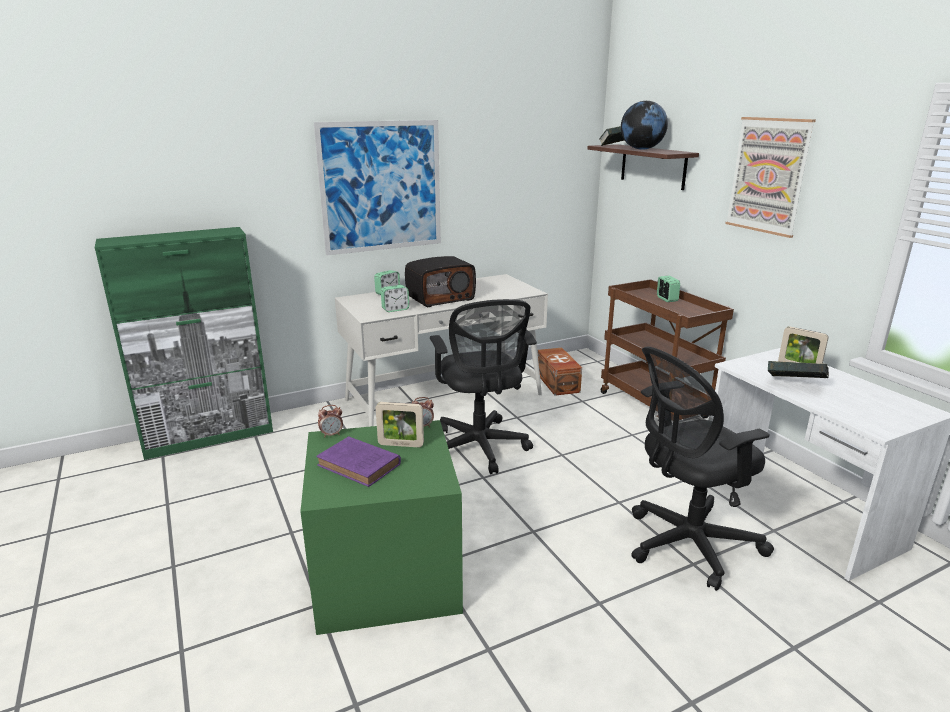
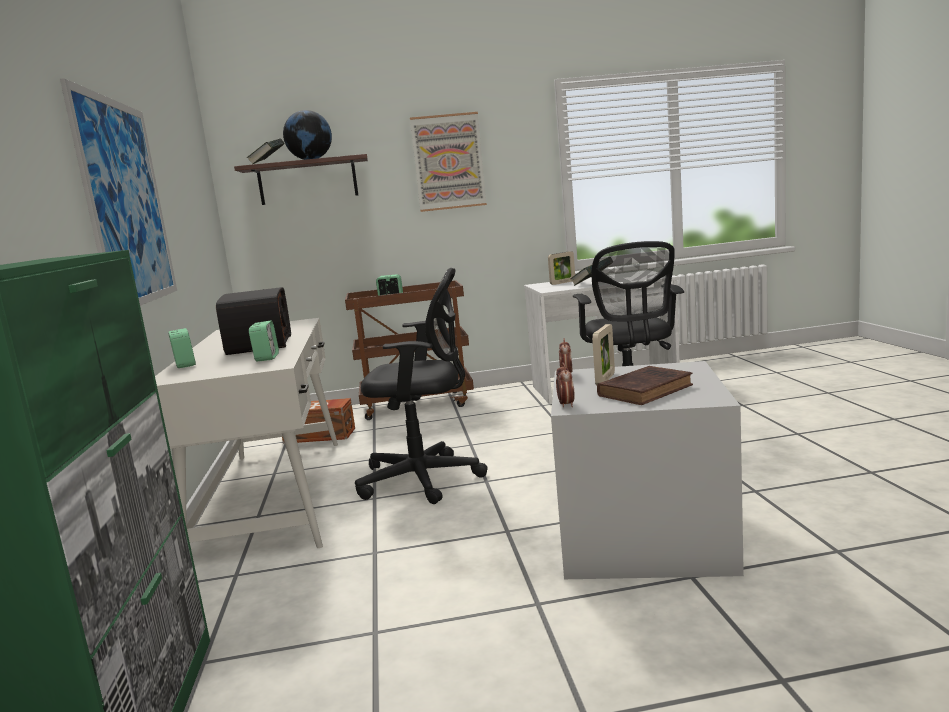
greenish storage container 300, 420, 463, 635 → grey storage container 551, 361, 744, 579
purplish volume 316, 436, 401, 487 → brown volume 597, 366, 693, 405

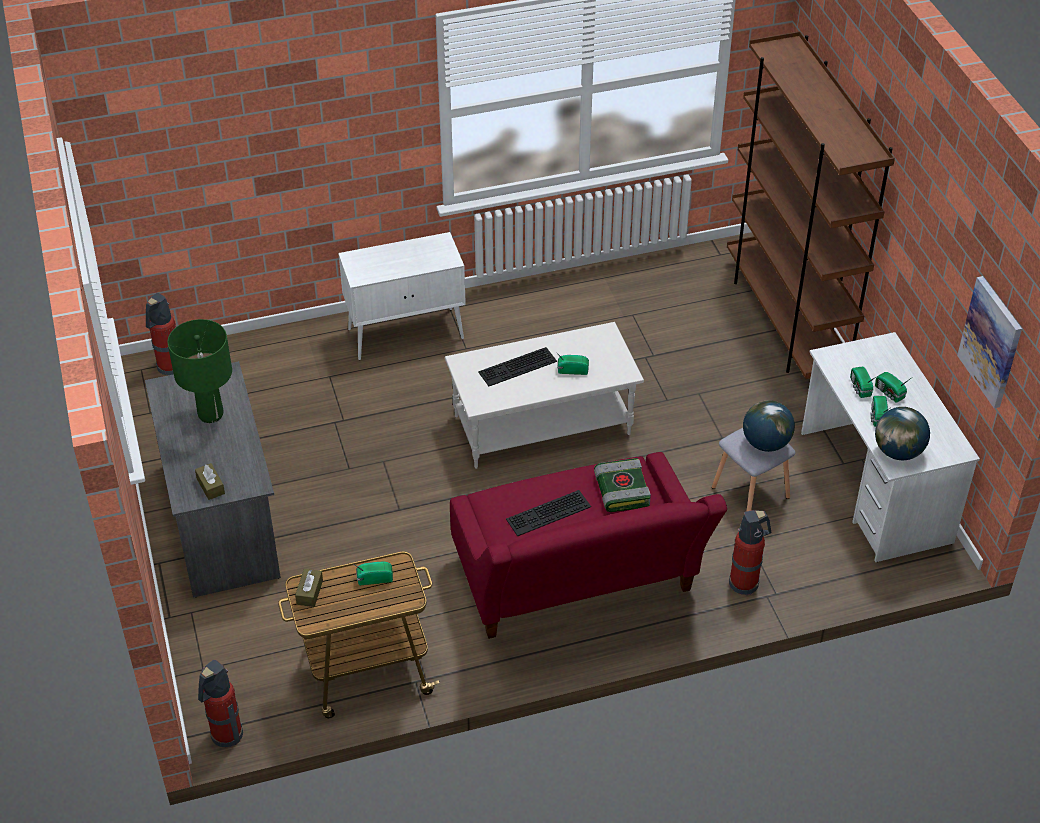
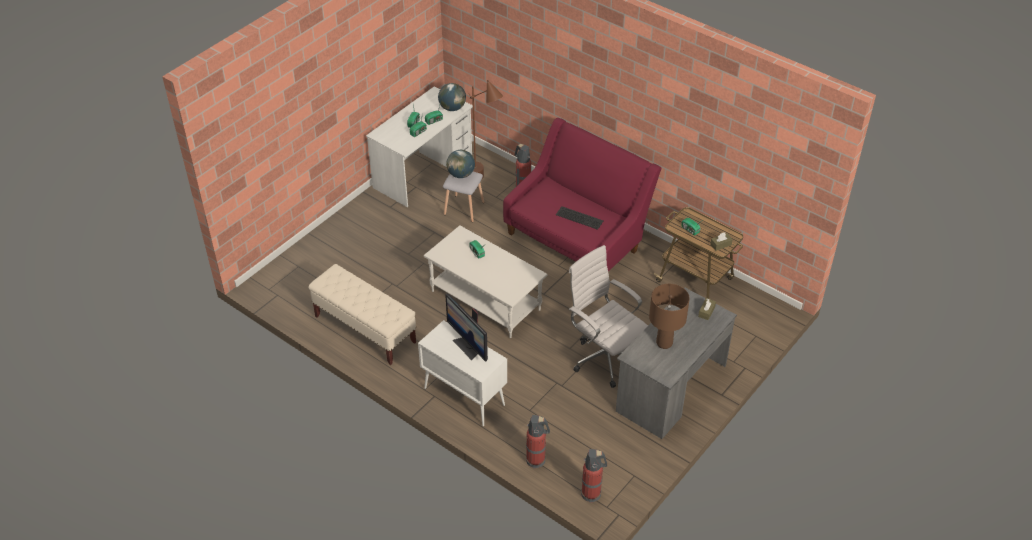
brown shelving unit 727, 31, 895, 379 → -
wall picture 957, 276, 1022, 408 → -
greenish tabletop lamp 167, 319, 232, 423 → brown tabletop lamp 649, 284, 690, 349
computer keyboard 478, 347, 557, 386 → -
volume 594, 458, 651, 512 → -
fire-fighting cylinder 198, 660, 243, 747 → fire-fighting cylinder 526, 415, 550, 469, shifted
- → brown floor lamp 469, 80, 503, 180
- → white-coloured desk chair 569, 245, 648, 388
- → sand-coloured indoor bench 309, 264, 416, 365
- → computer screen 445, 294, 488, 362

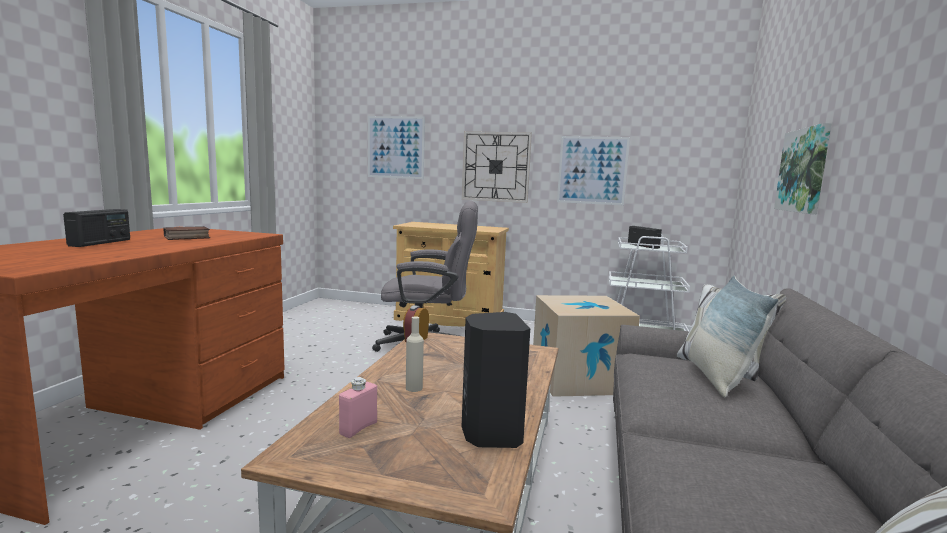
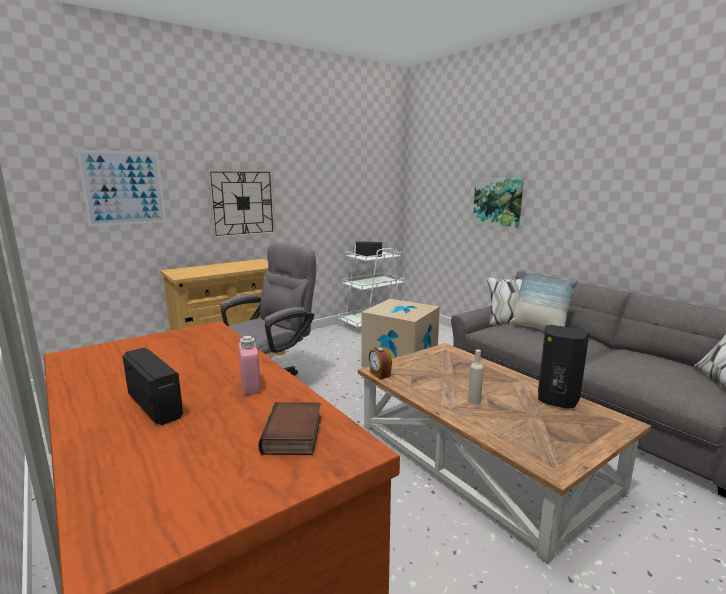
wall picture 557, 136, 630, 205 → -
volume 164, 226, 210, 240 → volume 258, 402, 321, 455, shifted
pink beverage bottle 339, 377, 377, 438 → pink beverage bottle 238, 336, 261, 395, shifted

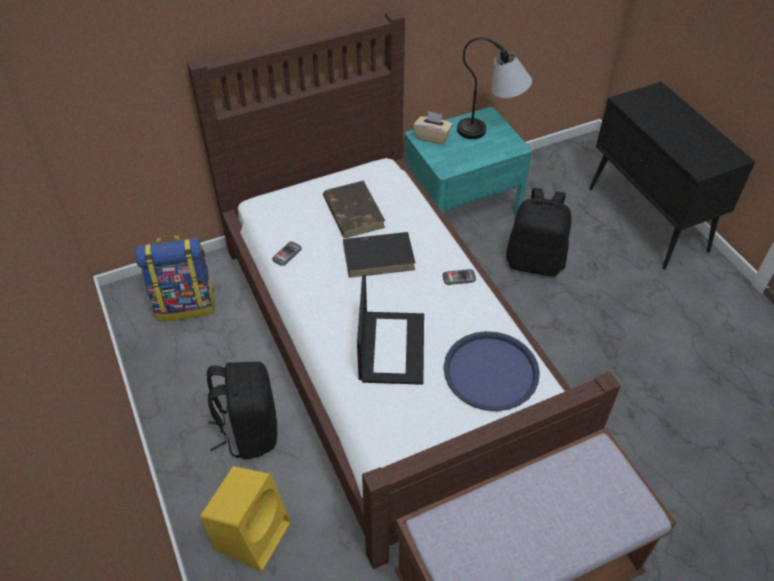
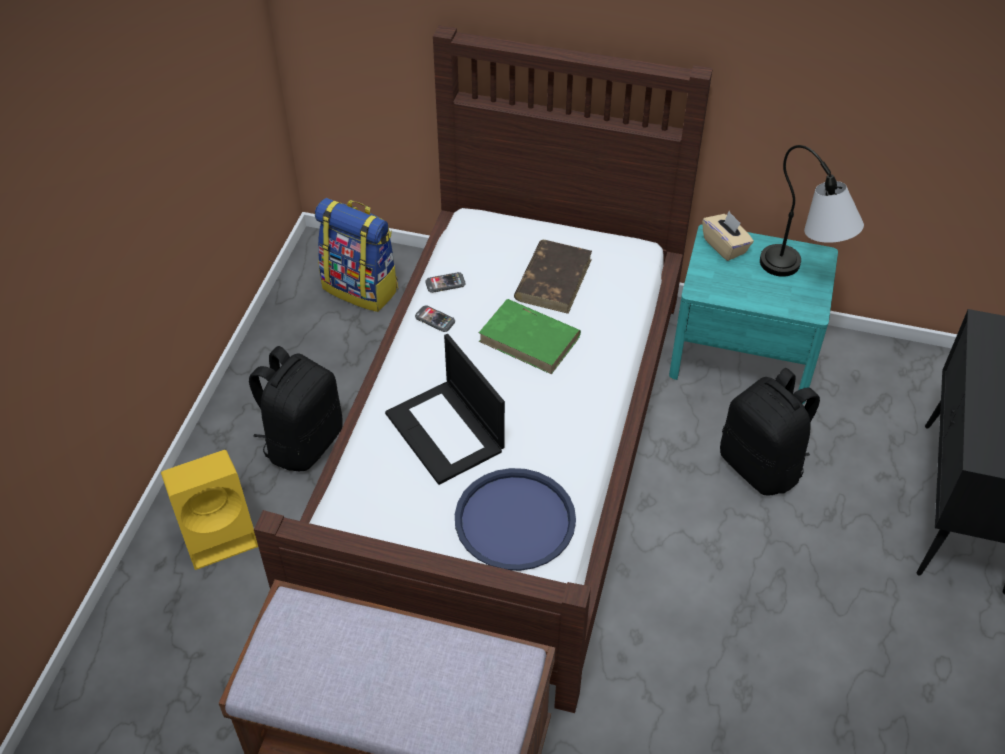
blackish volume 343, 232, 415, 278 → greenish volume 479, 299, 581, 374
telephone 442, 269, 476, 285 → telephone 415, 305, 455, 332, shifted
portable computer 357, 274, 424, 385 → portable computer 385, 334, 505, 485, 105 degrees clockwise

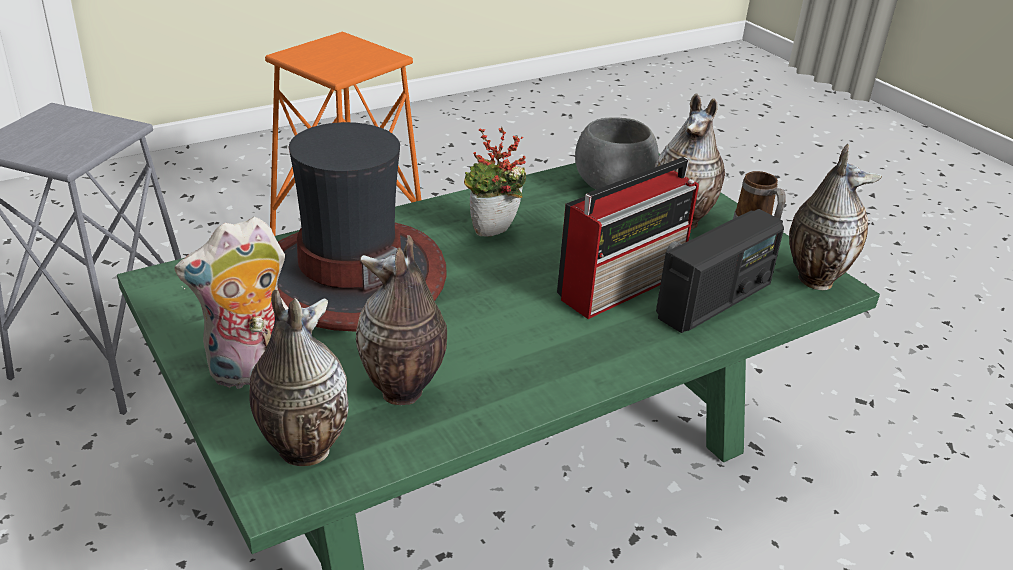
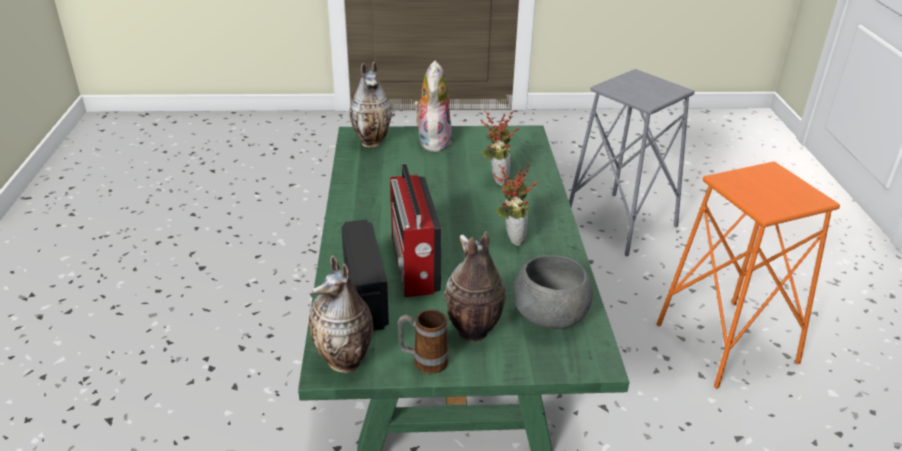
hat 277, 122, 447, 331 → plant in a pot 480, 110, 519, 186
flower vase 356, 235, 447, 405 → -

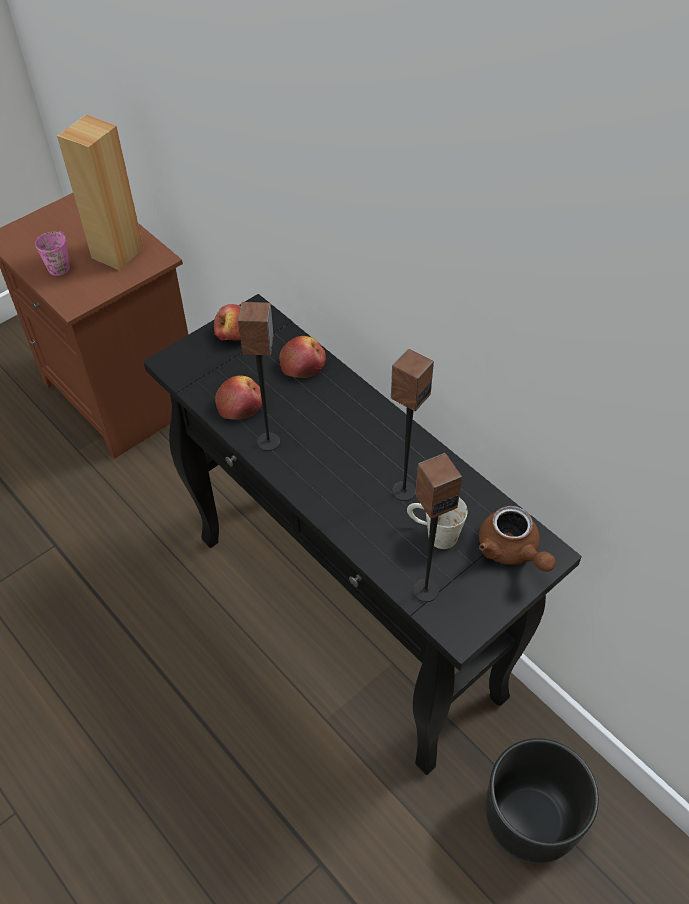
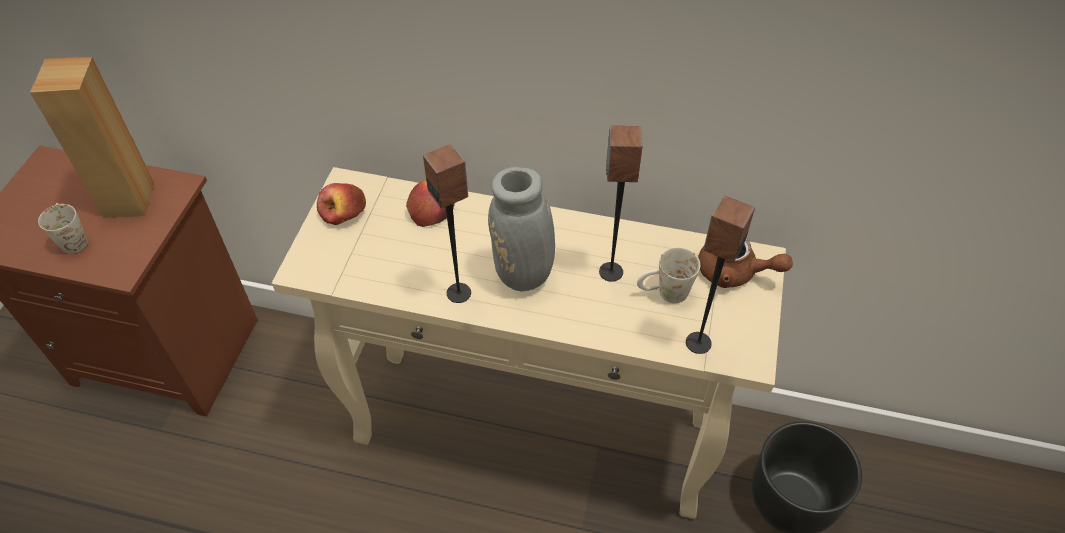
pink coffee mug 35, 231, 70, 276 → white-coloured coffee mug 38, 203, 88, 254
blackish console table 143, 294, 582, 775 → sand-coloured console table 272, 167, 786, 519
whole apple 215, 375, 262, 420 → -
- → grey flower vase 488, 167, 628, 291

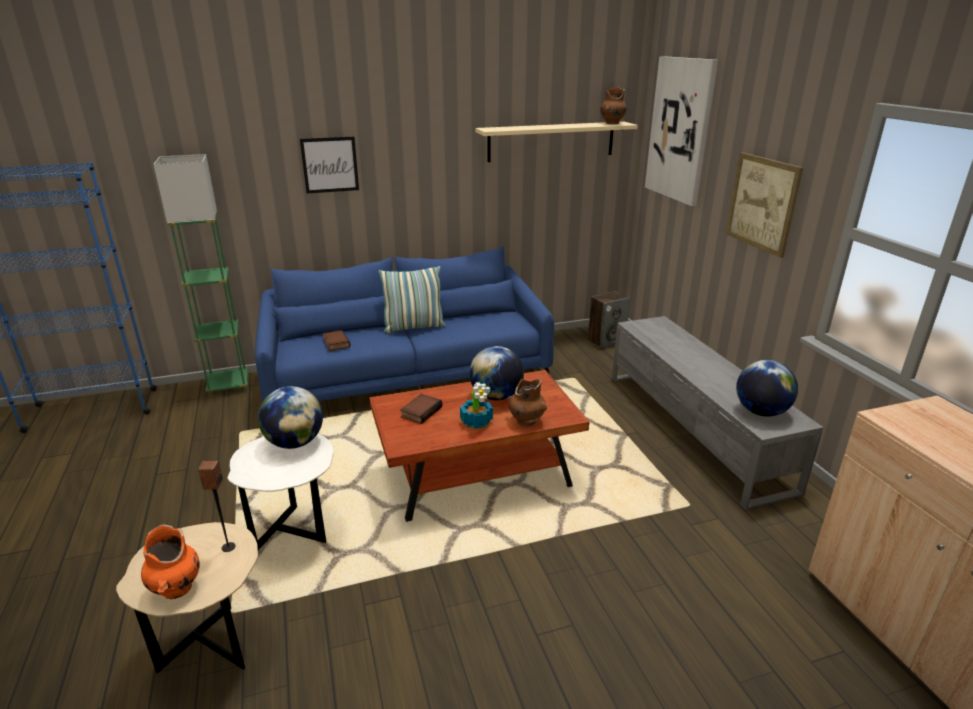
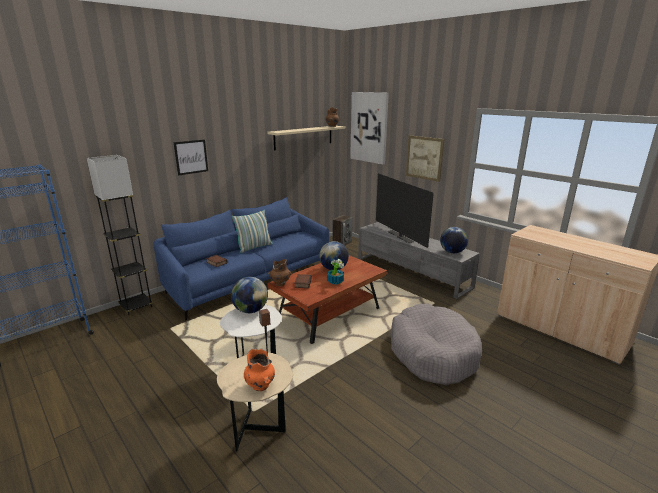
greenish floor lamp 154, 154, 248, 397 → grey floor lamp 87, 155, 153, 315
brown flower vase 507, 379, 547, 426 → brown flower vase 268, 259, 292, 286, shifted
- → TV set 376, 173, 434, 248
- → grey dog cushion 390, 304, 482, 385

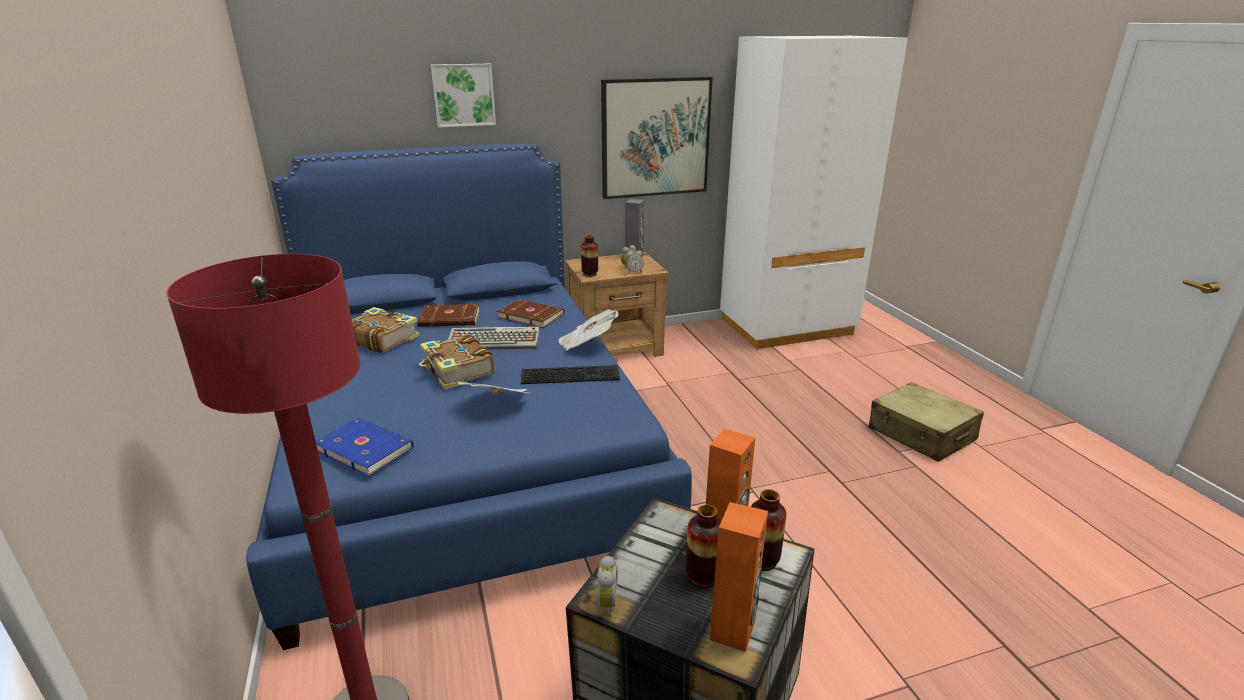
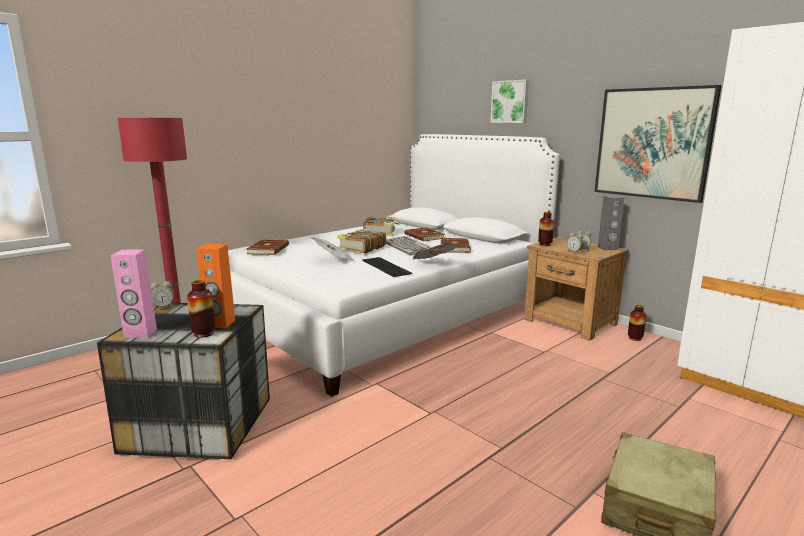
blue bedroom bed 246, 143, 692, 650 → white-coloured bedroom bed 228, 134, 560, 397
blue volume 316, 418, 414, 477 → brown volume 246, 239, 289, 255
orange speaker 710, 502, 768, 652 → pink speaker 110, 249, 157, 338
flower vase 686, 504, 721, 588 → flower vase 628, 305, 647, 341, shifted

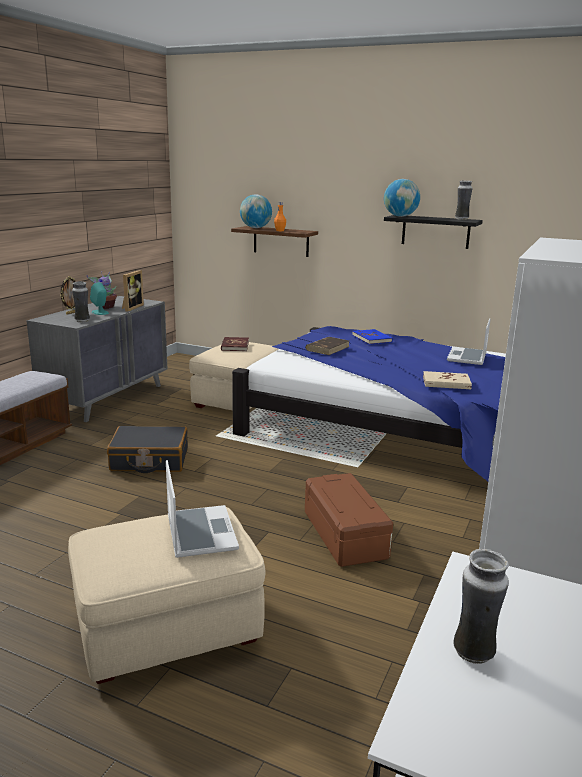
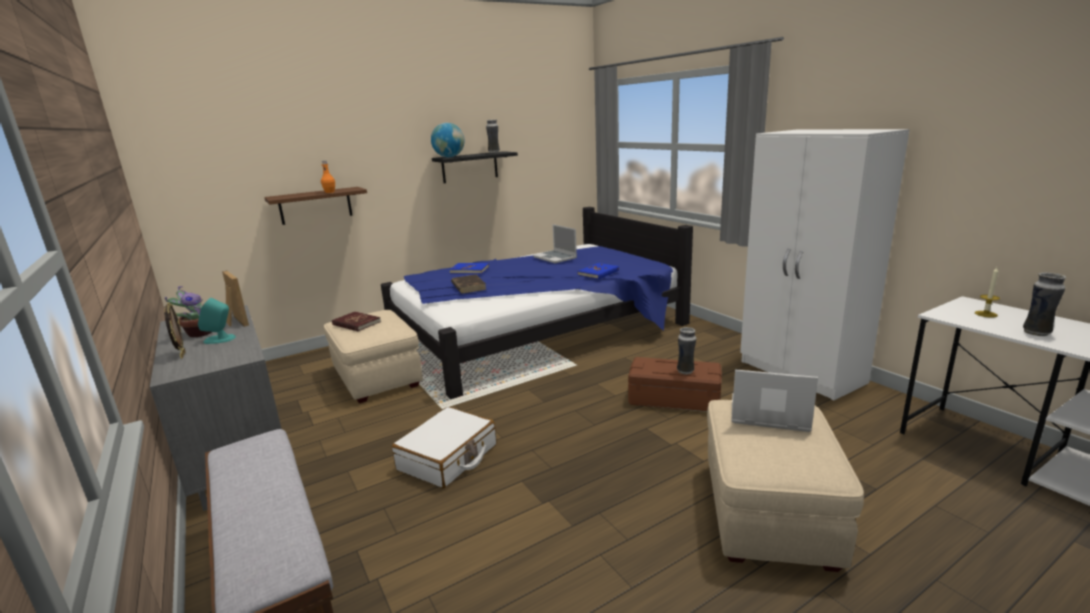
globe 240, 194, 272, 228 → -
flower vase 72, 282, 90, 323 → flower vase 677, 327, 696, 375, shifted
sand-coloured volume 423, 371, 472, 389 → blue volume 577, 263, 619, 279
blackish suitcase 107, 426, 188, 473 → white-coloured suitcase 392, 407, 496, 488
- → wax light 975, 267, 1000, 318

